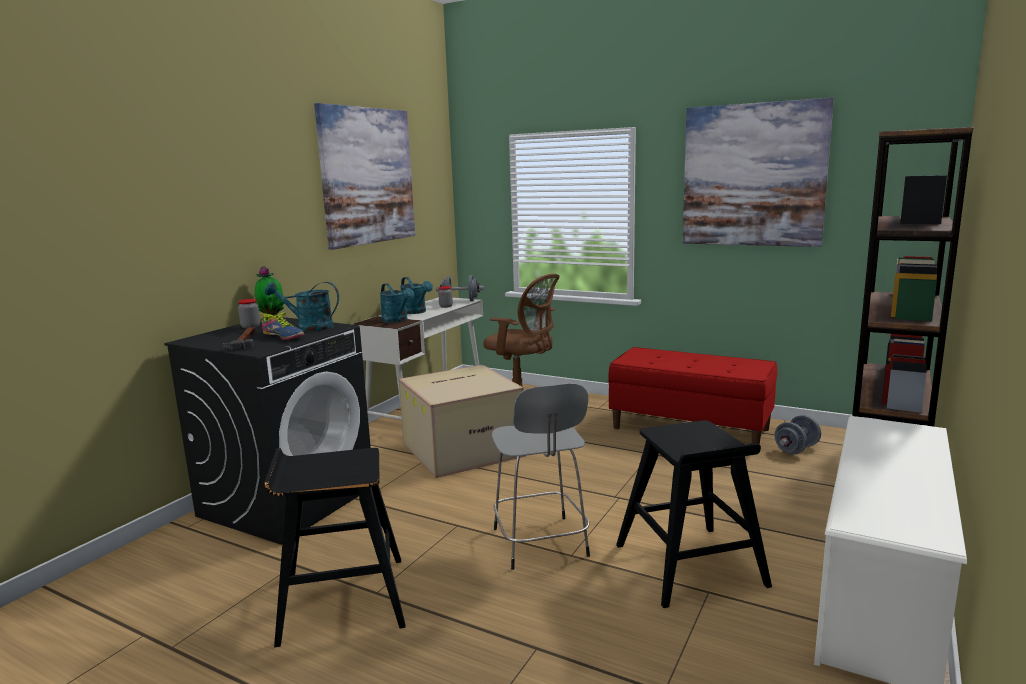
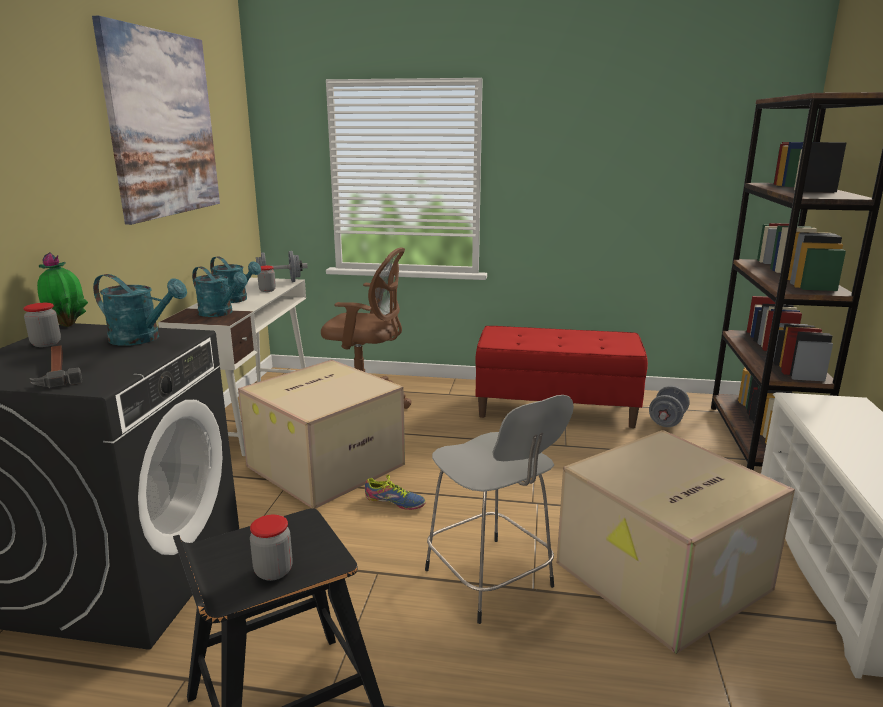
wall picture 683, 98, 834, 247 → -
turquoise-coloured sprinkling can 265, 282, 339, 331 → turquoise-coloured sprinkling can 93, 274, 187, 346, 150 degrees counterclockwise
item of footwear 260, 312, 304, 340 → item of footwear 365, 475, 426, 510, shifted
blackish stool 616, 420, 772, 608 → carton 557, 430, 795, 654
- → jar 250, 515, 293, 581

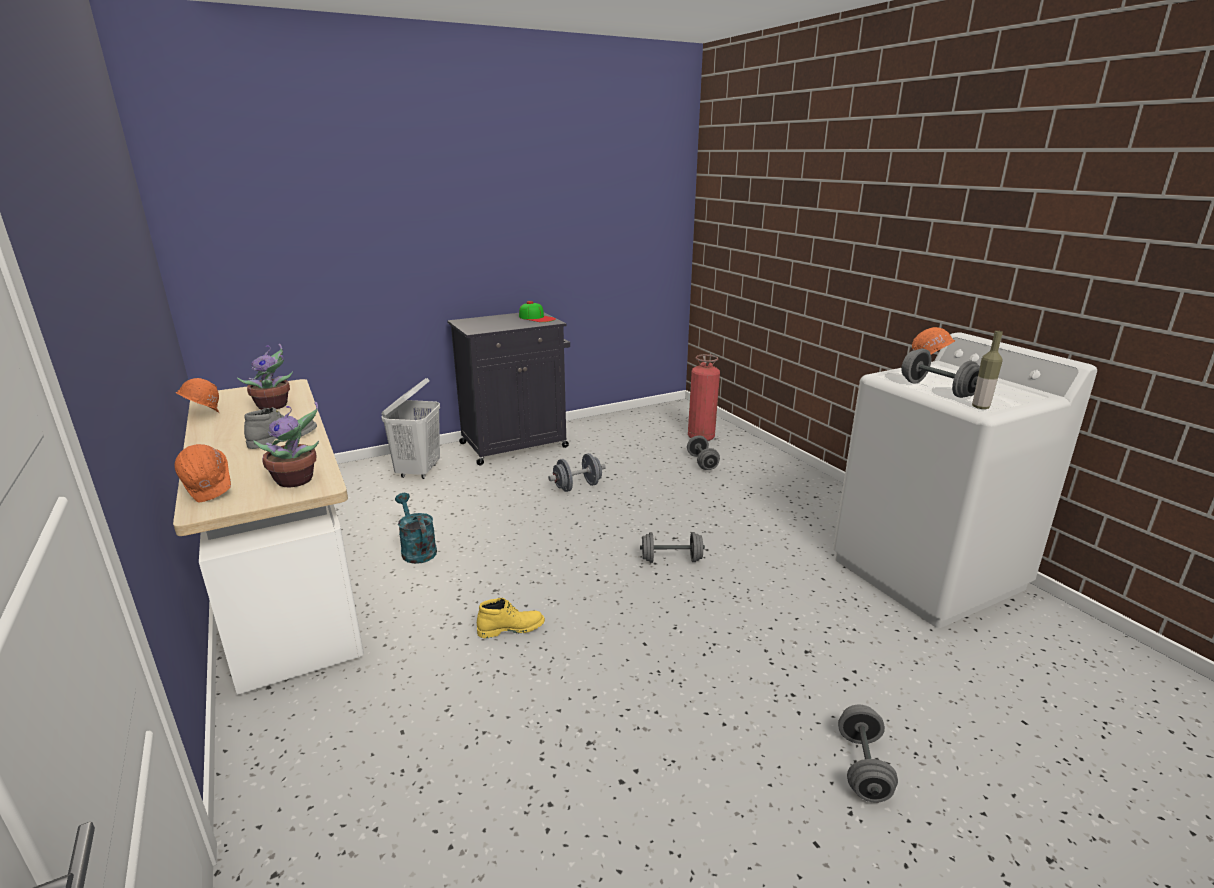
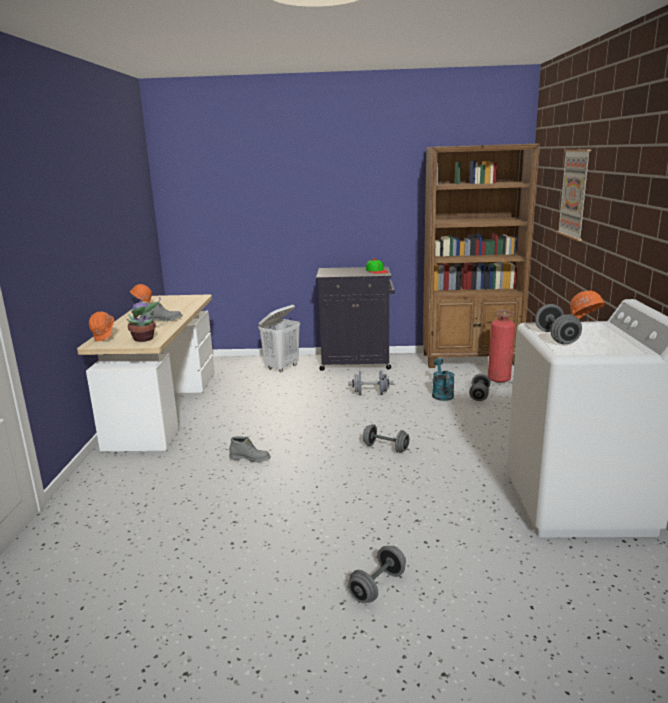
beverage bottle 972, 331, 1003, 409 → -
plant in a pot 237, 344, 293, 410 → -
turquoise-coloured sprinkling can 395, 493, 437, 564 → turquoise-coloured sprinkling can 432, 358, 455, 401, shifted
yellowish high-top boot 477, 598, 545, 638 → grey high-top boot 229, 436, 271, 462
- → brown shelving unit 423, 143, 540, 368
- → wall picture 557, 149, 591, 241

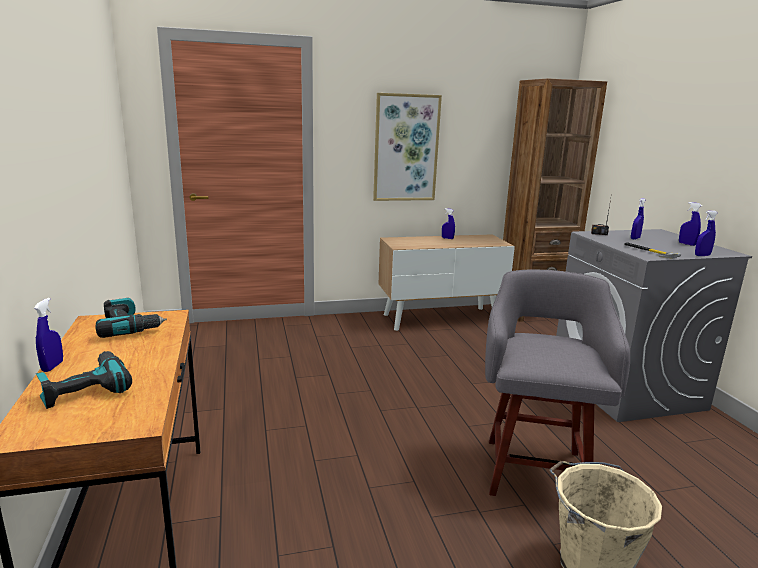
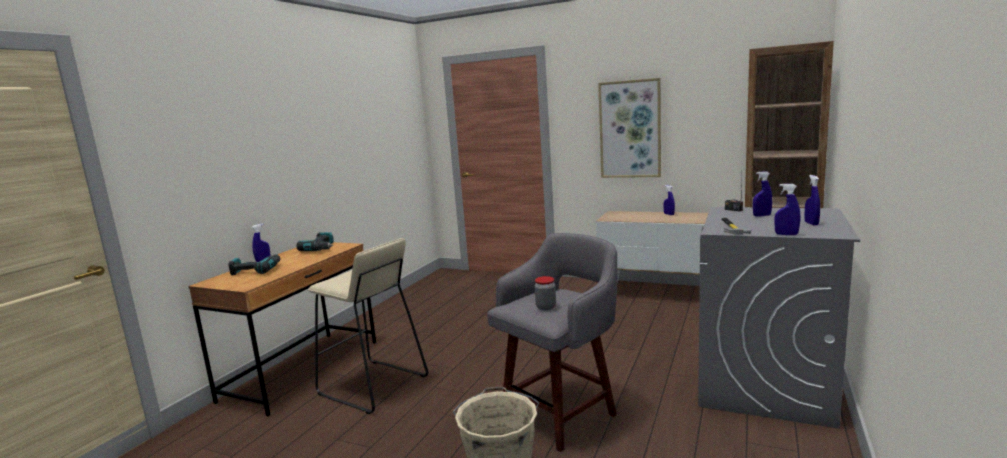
- → sand-coloured stool 307, 238, 428, 414
- → jar 535, 276, 556, 310

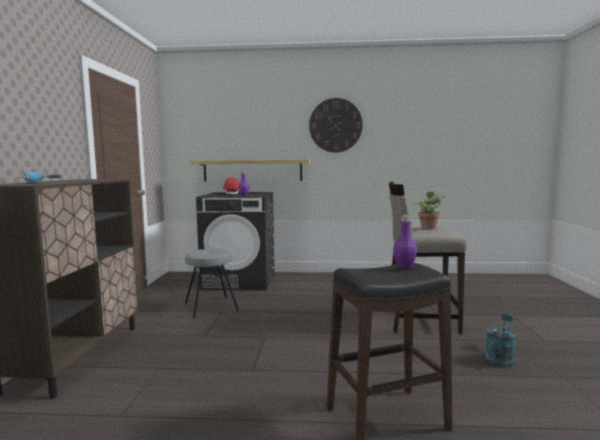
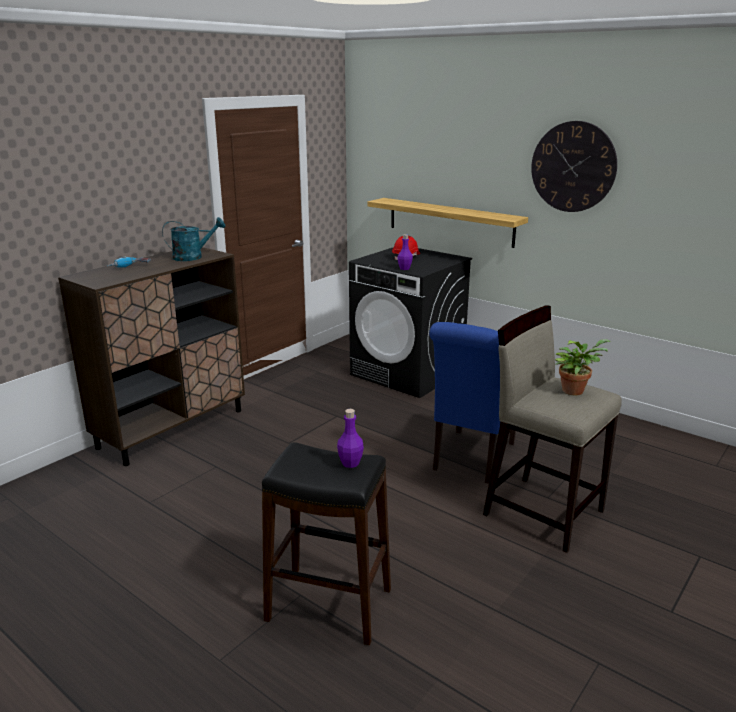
grey stool 185, 249, 239, 319 → -
turquoise-coloured sprinkling can 484, 313, 517, 367 → turquoise-coloured sprinkling can 162, 217, 225, 261, shifted
- → blue chair 429, 322, 516, 484

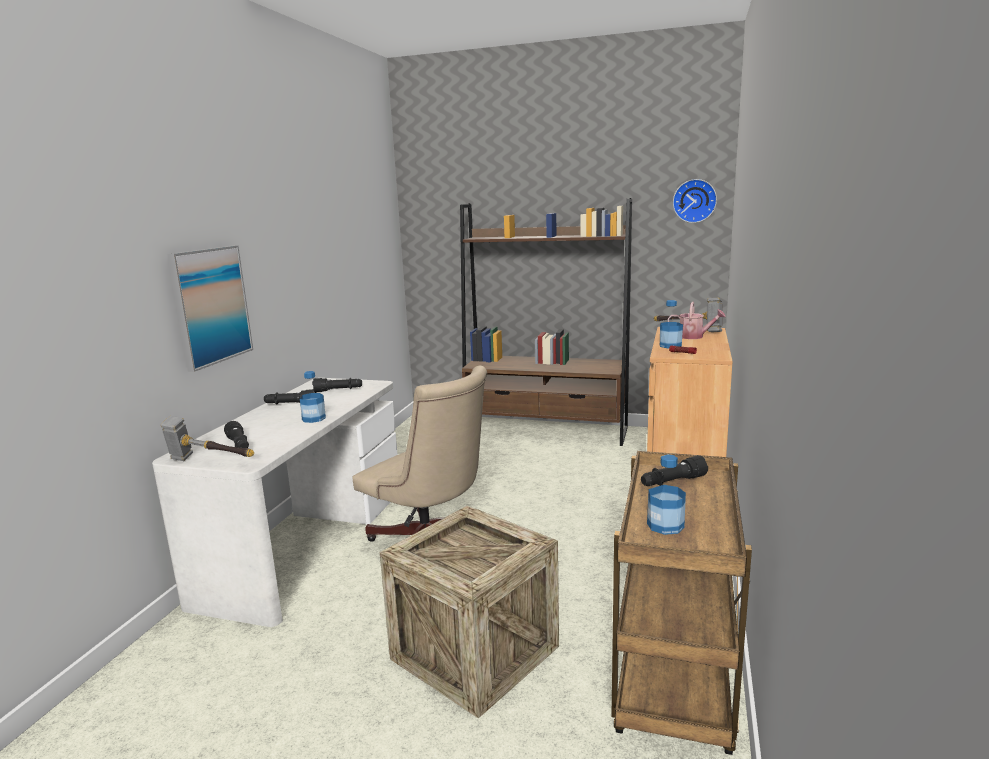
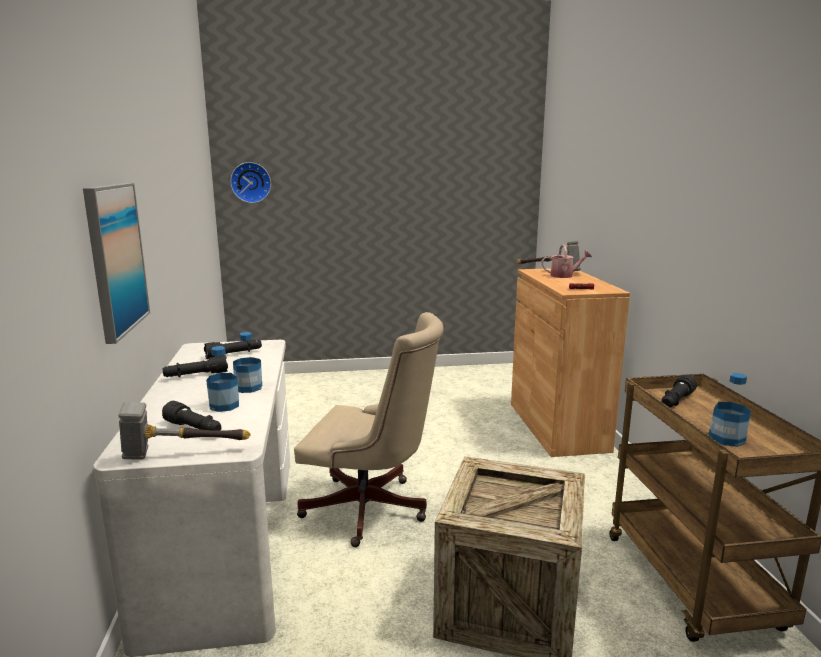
hanging clock 673, 179, 717, 223 → hanging clock 230, 162, 271, 203, shifted
brown shelving unit 460, 198, 632, 446 → -
beverage bottle 660, 300, 683, 348 → beverage bottle 206, 346, 239, 412, shifted

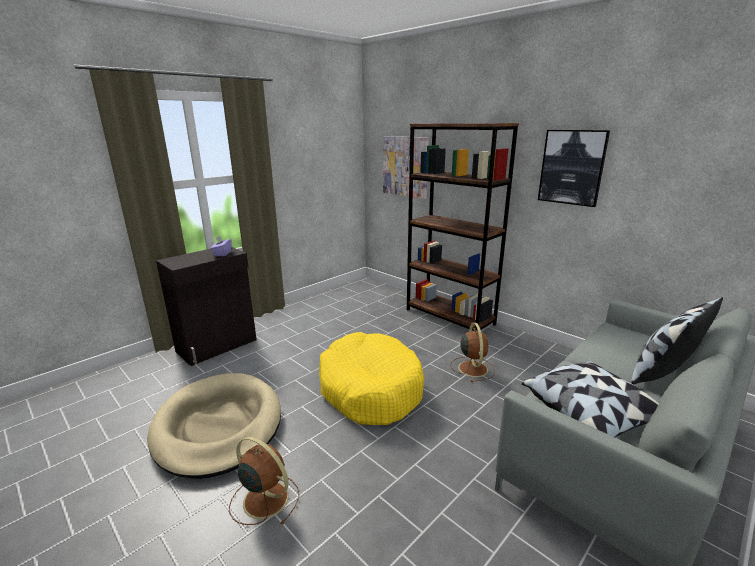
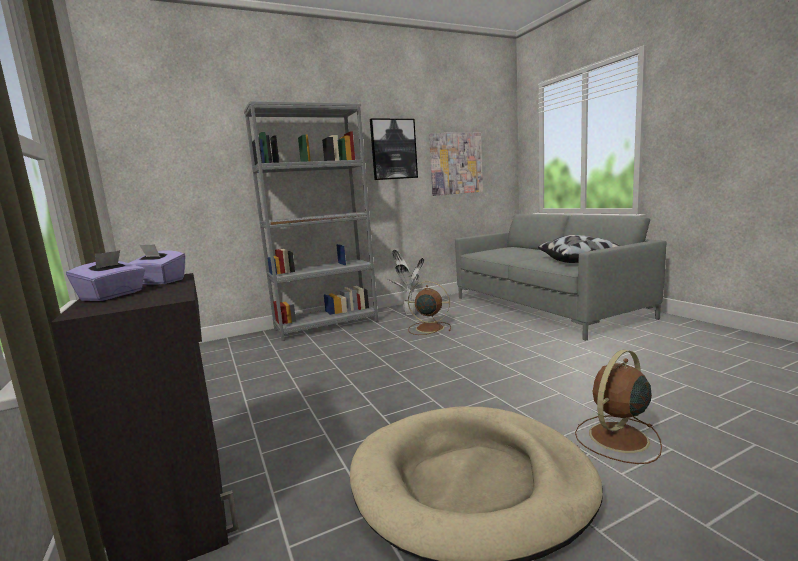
brown shelving unit 407, 123, 519, 331 → grey shelving unit 244, 101, 378, 341
wall picture 383, 136, 429, 199 → wall picture 429, 133, 483, 196, shifted
cushion 631, 297, 723, 384 → -
yellowish dog cushion 319, 332, 424, 425 → -
- → purplish box of tissues 66, 250, 145, 301
- → plant in a pot 387, 250, 424, 315

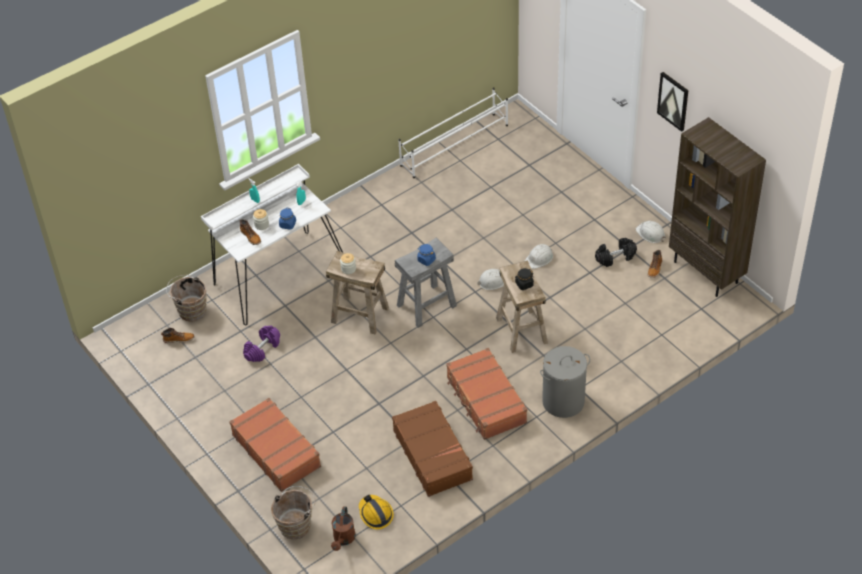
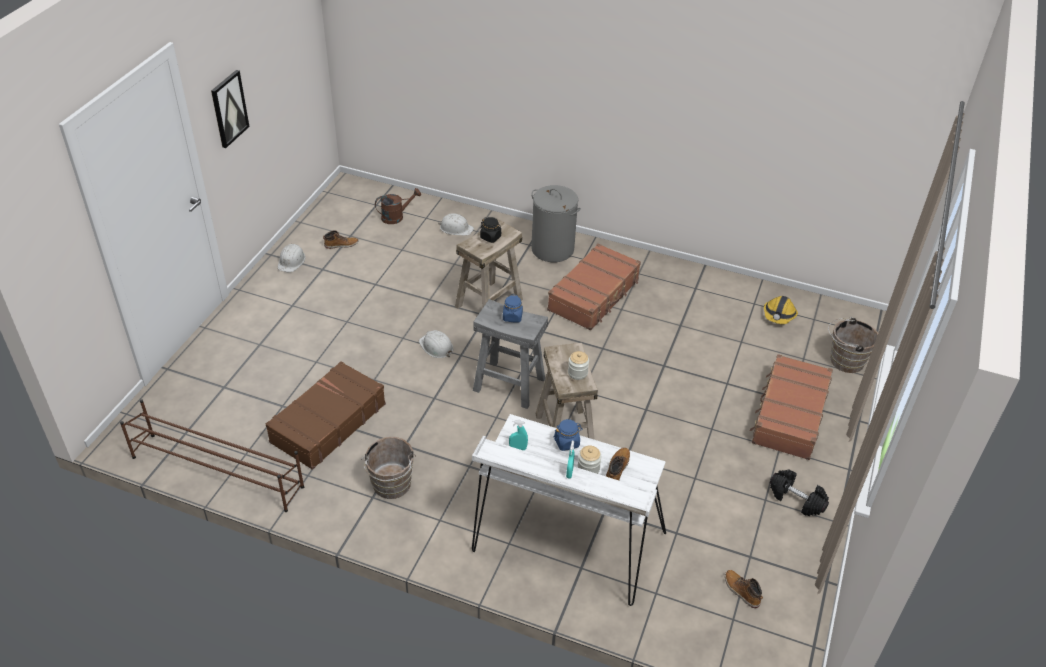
white-coloured shoe rack 398, 87, 508, 178 → brown shoe rack 120, 400, 304, 512
brown shelving unit 669, 117, 766, 297 → -
blackish free weight 595, 238, 637, 267 → blackish free weight 770, 469, 829, 516, shifted
white-coloured hard hat 525, 244, 553, 269 → white-coloured hard hat 438, 213, 474, 236, shifted
brown pail 166, 275, 207, 322 → brown pail 361, 437, 416, 499, shifted
purplish free weight 243, 325, 280, 362 → -
brown suitcase 392, 401, 473, 497 → brown suitcase 266, 361, 386, 470, shifted
brown sprinkling can 331, 506, 356, 551 → brown sprinkling can 375, 188, 421, 224, shifted

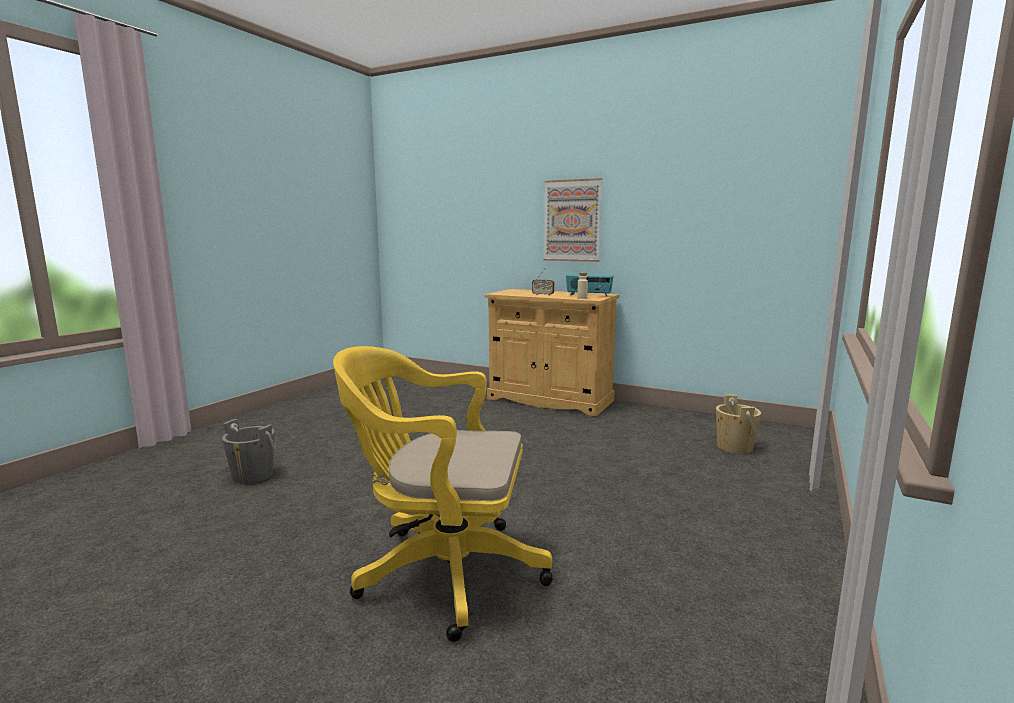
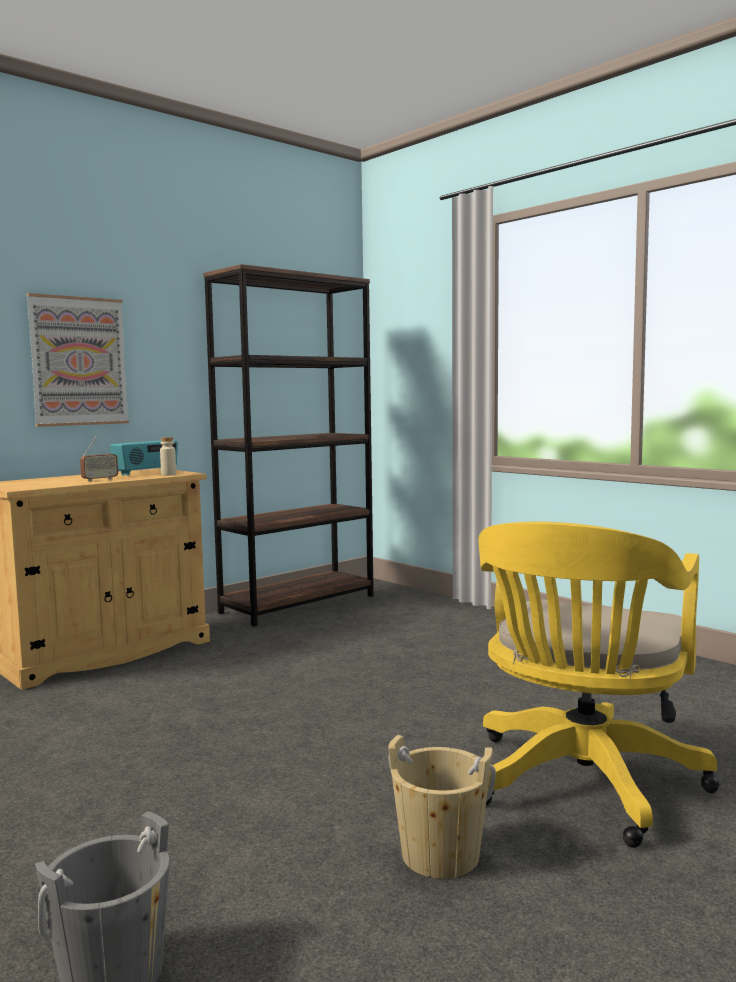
sand-coloured pail 716, 395, 761, 454 → sand-coloured pail 388, 735, 496, 879, shifted
- → brown shelving unit 203, 264, 374, 626

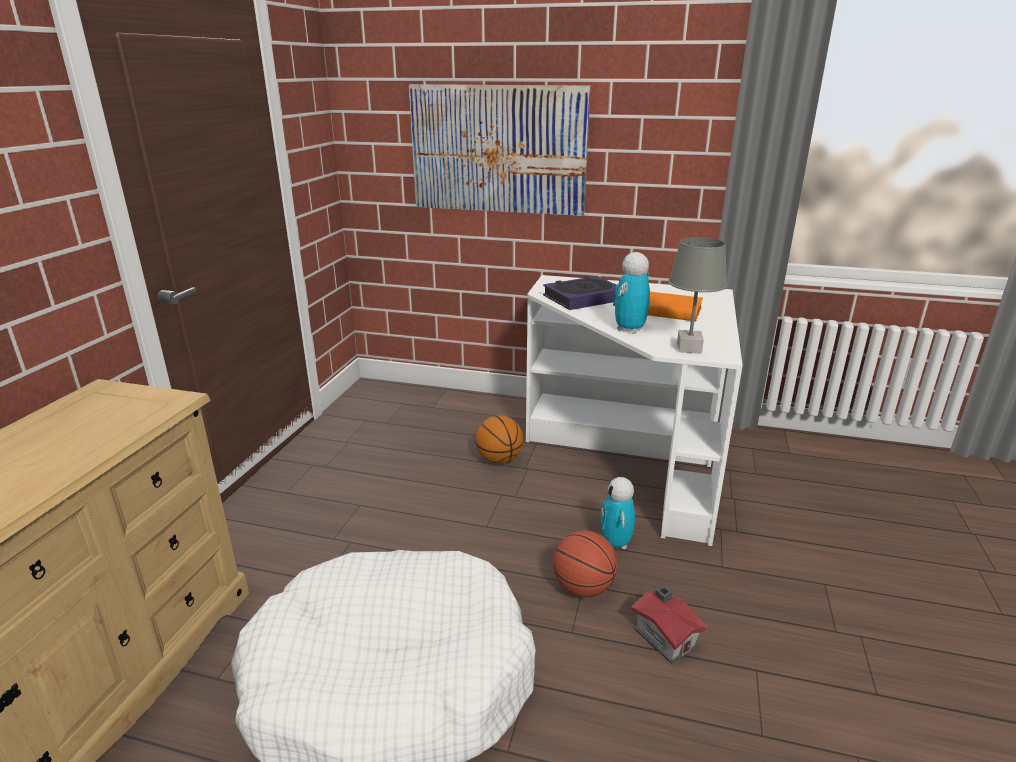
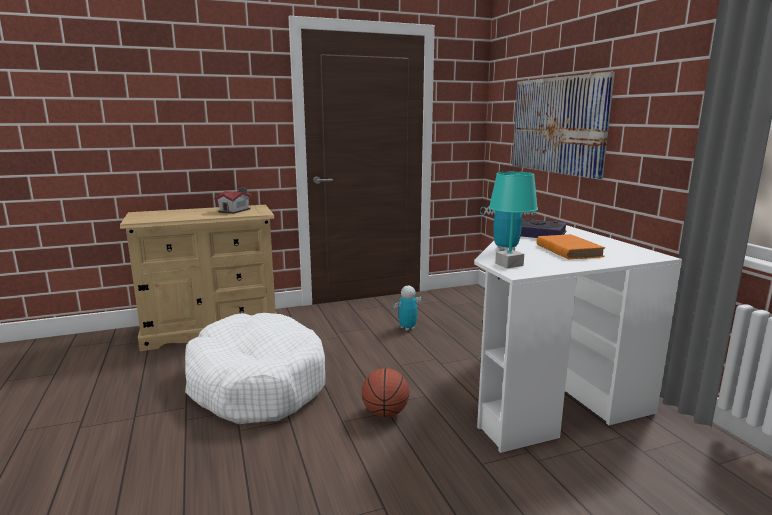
grey tabletop lamp 668, 237, 727, 354 → turquoise-coloured tabletop lamp 489, 172, 538, 268
basketball 475, 415, 524, 464 → -
robot figure 600, 477, 635, 549 → robot figure 392, 286, 423, 331, shifted
model house 631, 586, 707, 664 → model house 214, 188, 252, 214, shifted

